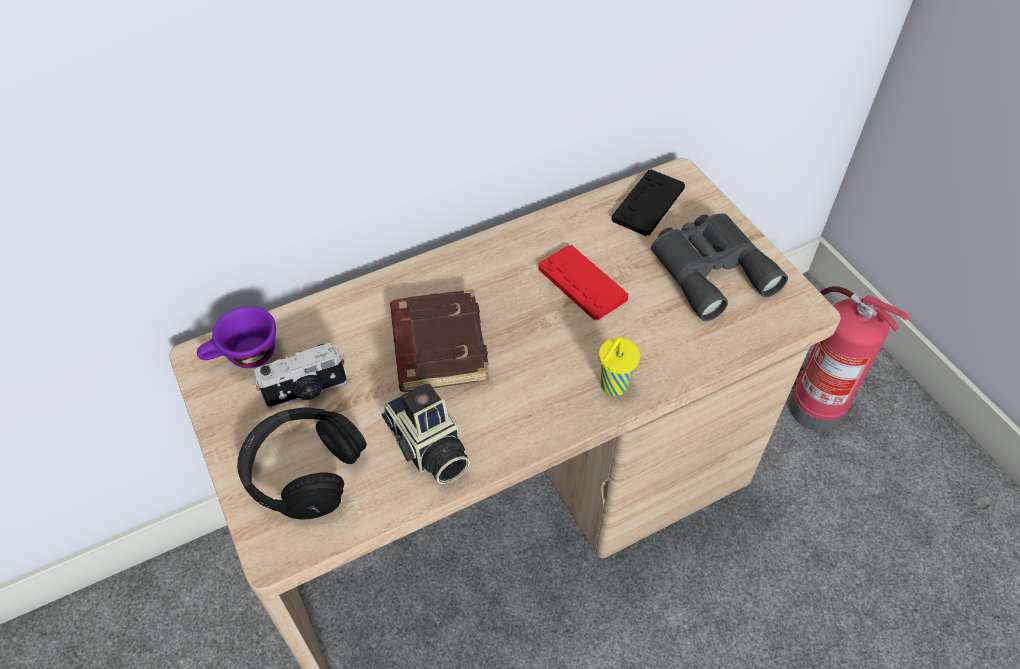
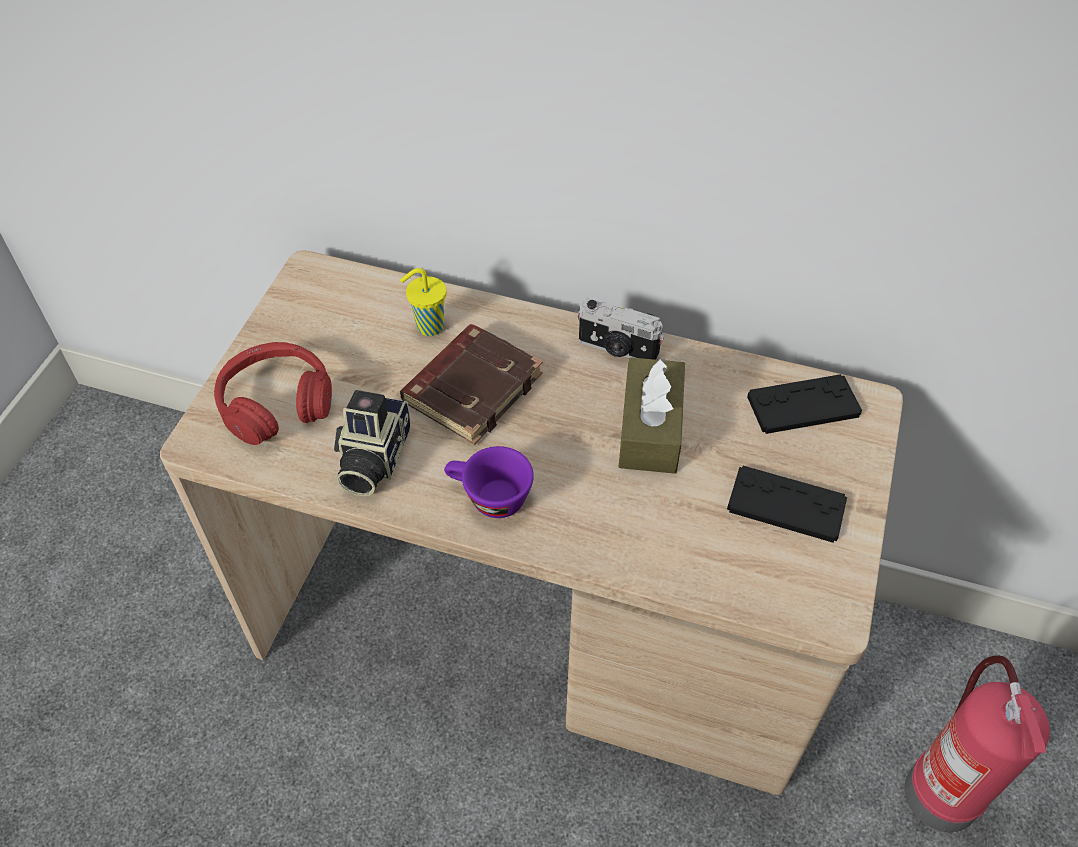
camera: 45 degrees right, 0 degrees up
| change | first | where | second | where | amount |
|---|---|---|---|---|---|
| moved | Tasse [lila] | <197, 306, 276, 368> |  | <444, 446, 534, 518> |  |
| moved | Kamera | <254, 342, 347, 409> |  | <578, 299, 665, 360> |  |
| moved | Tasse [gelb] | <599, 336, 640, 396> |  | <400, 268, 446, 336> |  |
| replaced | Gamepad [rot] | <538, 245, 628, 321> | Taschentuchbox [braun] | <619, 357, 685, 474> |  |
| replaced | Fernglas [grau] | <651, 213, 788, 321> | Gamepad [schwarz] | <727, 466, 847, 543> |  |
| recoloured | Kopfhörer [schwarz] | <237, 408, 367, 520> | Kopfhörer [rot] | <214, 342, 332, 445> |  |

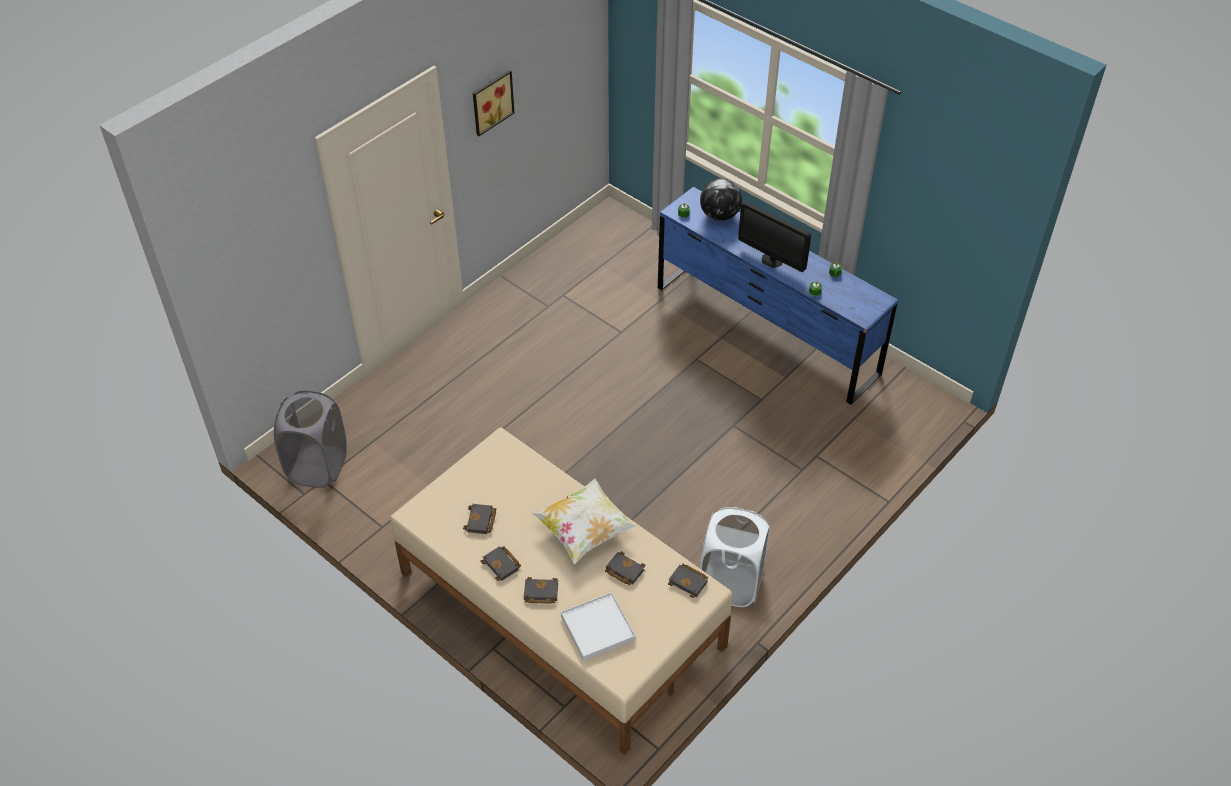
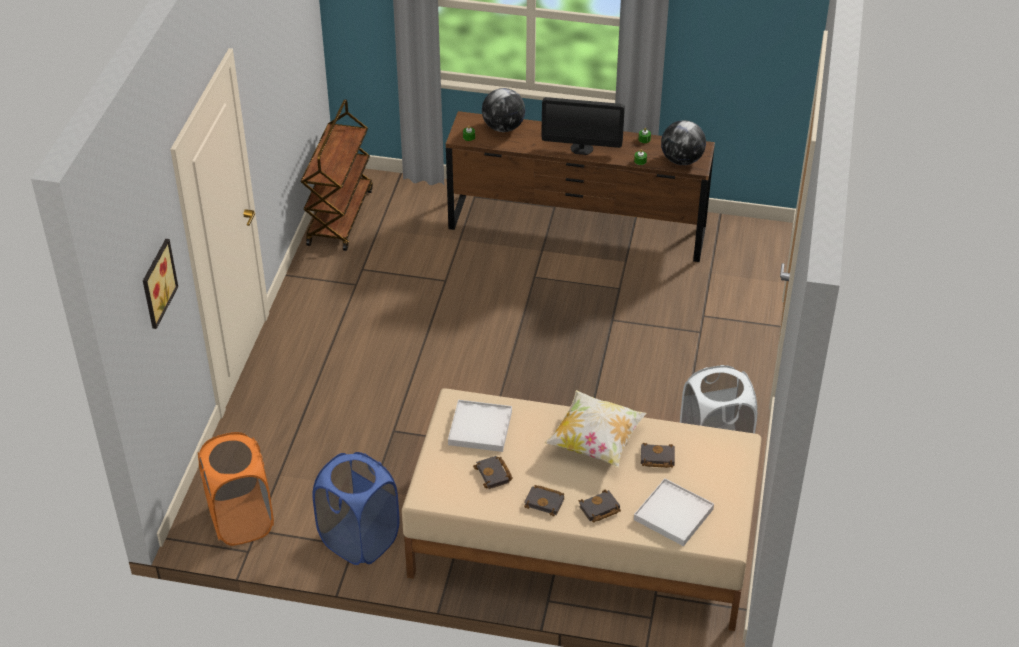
camera: 30 degrees left, 5 degrees down
| change | first | where | second | where | amount |
|---|---|---|---|---|---|
| removed | Buch [schwarz] | <668, 564, 708, 598> |  |  |  |
| added |  |  | Rollwagen [braun] | <301, 99, 373, 251> |  |
| added |  |  | Wäschekorb [blau] | <312, 452, 400, 565> |  |
| added |  |  | Tablett [weiß] | <448, 400, 512, 452> |  |
| added |  |  | Globus | <661, 120, 706, 165> |  |
| moved | Bild | <473, 70, 514, 136> |  | <143, 239, 178, 329> |  |
| recoloured | Wäschekorb [grau] | <274, 391, 347, 488> | Wäschekorb [orange] | <198, 432, 274, 546> |  |
| recoloured | Kommode [blau] | <658, 187, 898, 405> | Kommode [braun] | <446, 111, 715, 262> |  |

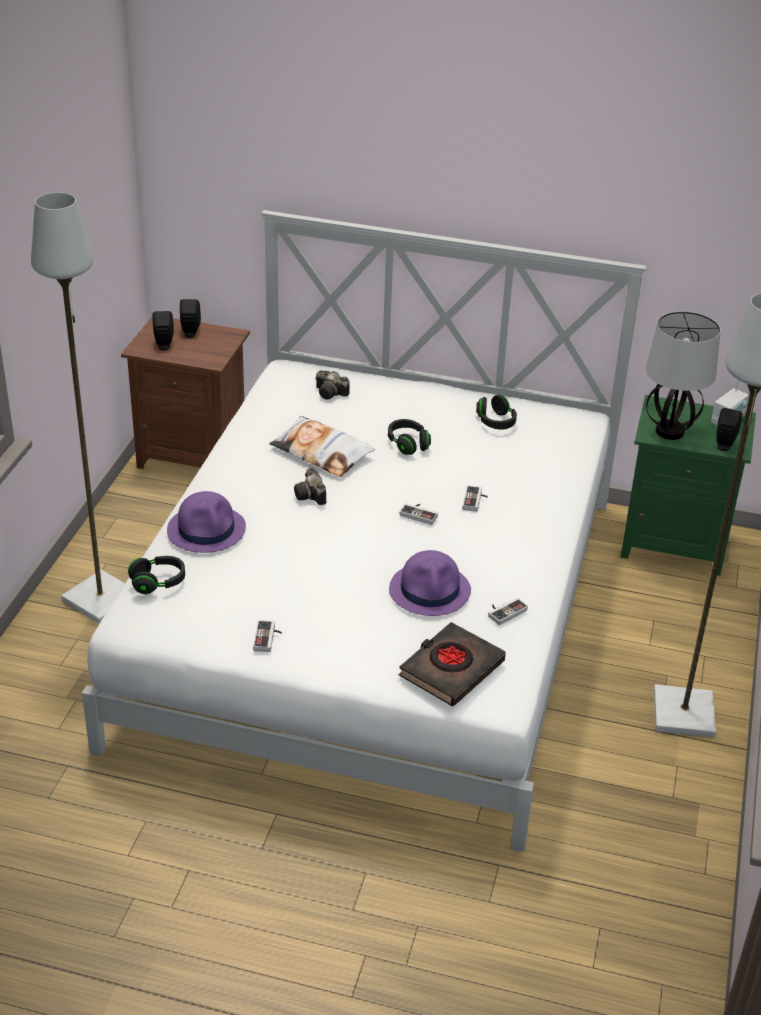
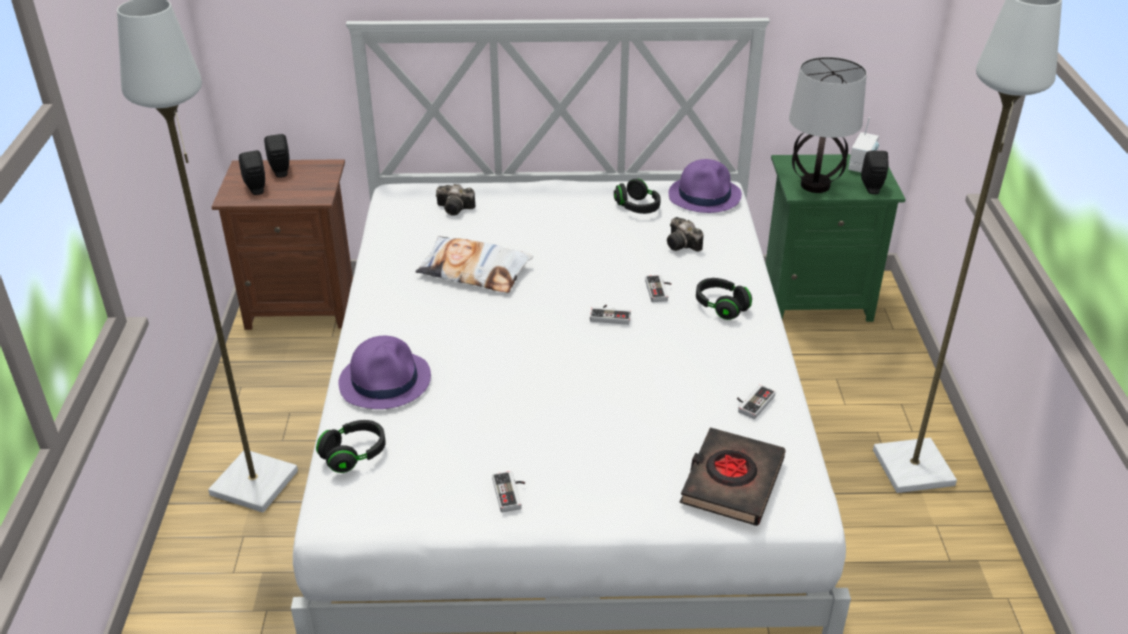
camera: 15 degrees left, 0 degrees up
| change | first | where | second | where | amount |
|---|---|---|---|---|---|
| moved | Kamera | <294, 468, 326, 505> |  | <667, 217, 703, 252> |  |
| moved | Kopfhörer [schwarz] | <388, 419, 431, 455> |  | <696, 278, 752, 320> |  |
| moved | Hut [lila] | <389, 550, 471, 616> |  | <669, 159, 742, 213> |  |

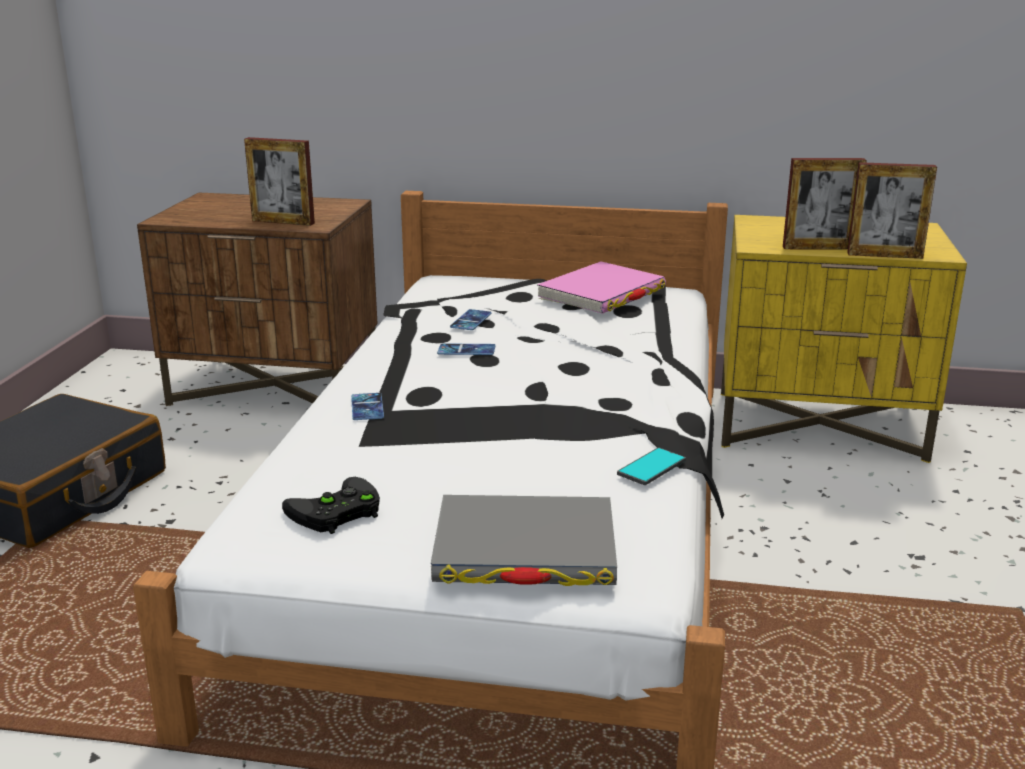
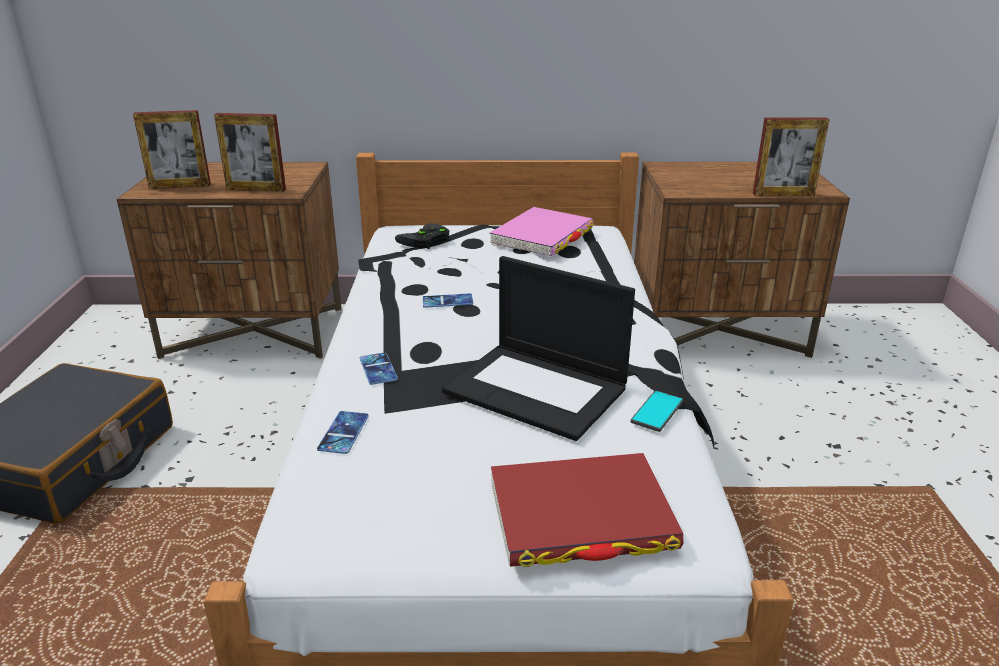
camera: 10 degrees left, 5 degrees up
| change | first | where | second | where | amount |
|---|---|---|---|---|---|
| added |  |  | Laptop | <442, 256, 635, 441> |  |
| moved | Gamepad [schwarz] | <282, 477, 380, 534> |  | <395, 223, 449, 249> |  |
| moved | Handy | <450, 309, 492, 330> |  | <317, 411, 369, 454> |  |
| moved | Bilderrahmen | <783, 158, 867, 250> |  | <133, 110, 211, 189> |  |
| recoloured | Buch [grau] | <431, 495, 617, 586> | Buch [rot] | <491, 453, 684, 567> |  |
| recoloured | Nachttisch [gelb] | <721, 215, 967, 463> | Nachttisch [braun] | <634, 162, 850, 358> |  |

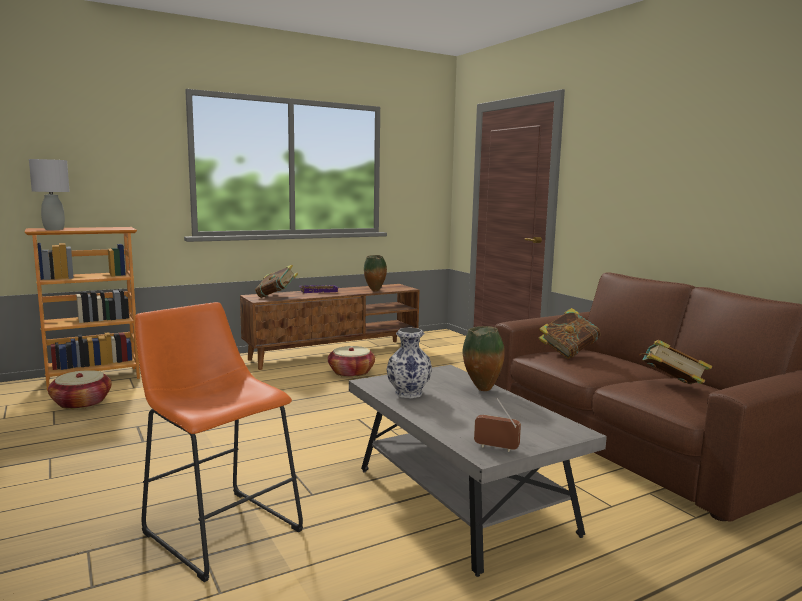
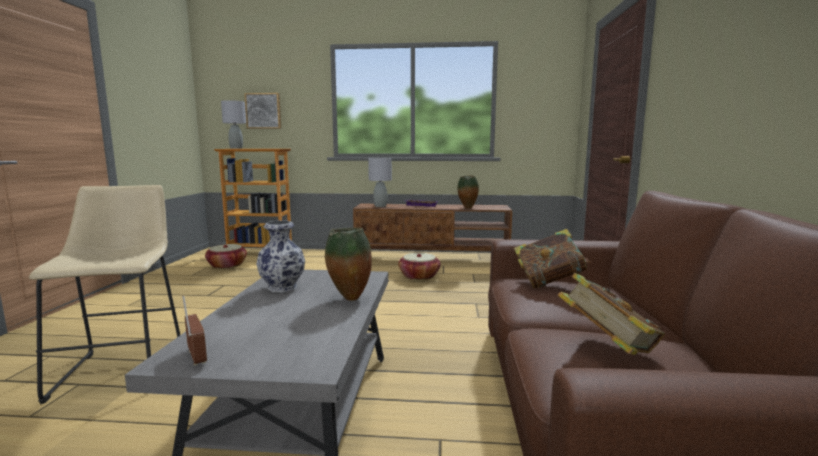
camera: 35 degrees right, 0 degrees up
| change | first | where | second | where | amount |
|---|---|---|---|---|---|
| added |  |  | Bild | <244, 93, 281, 129> |  |
| replaced | Buch | <255, 265, 298, 298> | Tischlampe [grau] | <368, 158, 392, 207> |  |
| recoloured | Hocker [orange] | <135, 302, 303, 582> | Hocker [beige] | <29, 185, 180, 404> |  |

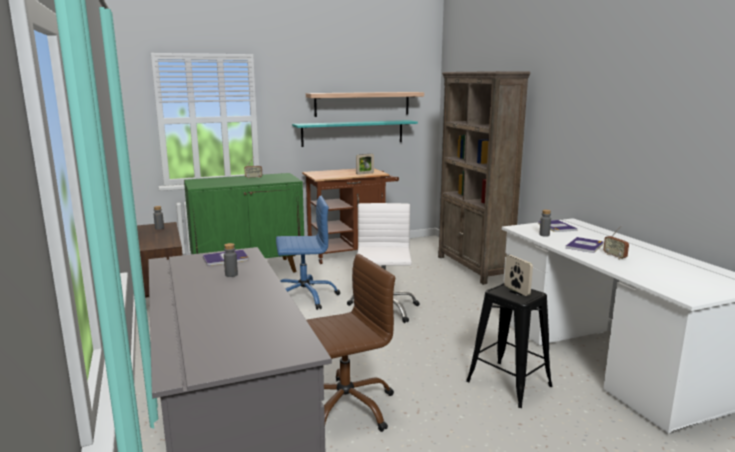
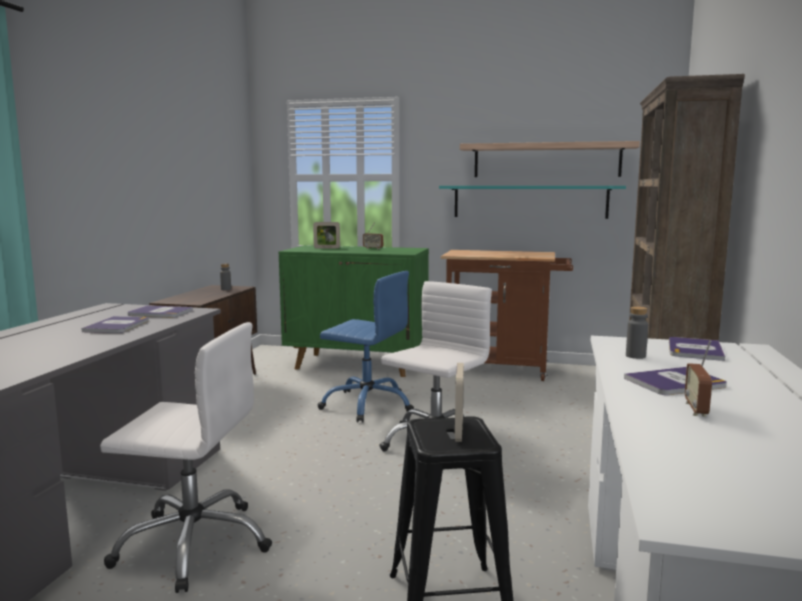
camera: 35 degrees right, 5 degrees down
| change | first | where | second | where | amount |
|---|---|---|---|---|---|
| moved | Bilderrahmen | <356, 154, 374, 175> |  | <313, 222, 340, 249> |  |
| replaced | Flasche [grau] | <224, 243, 238, 277> | Buch | <81, 316, 149, 333> |  |
| recoloured | Bürostuhl [braun] | <306, 254, 395, 432> | Bürostuhl [weiß] | <100, 322, 272, 593> |  |

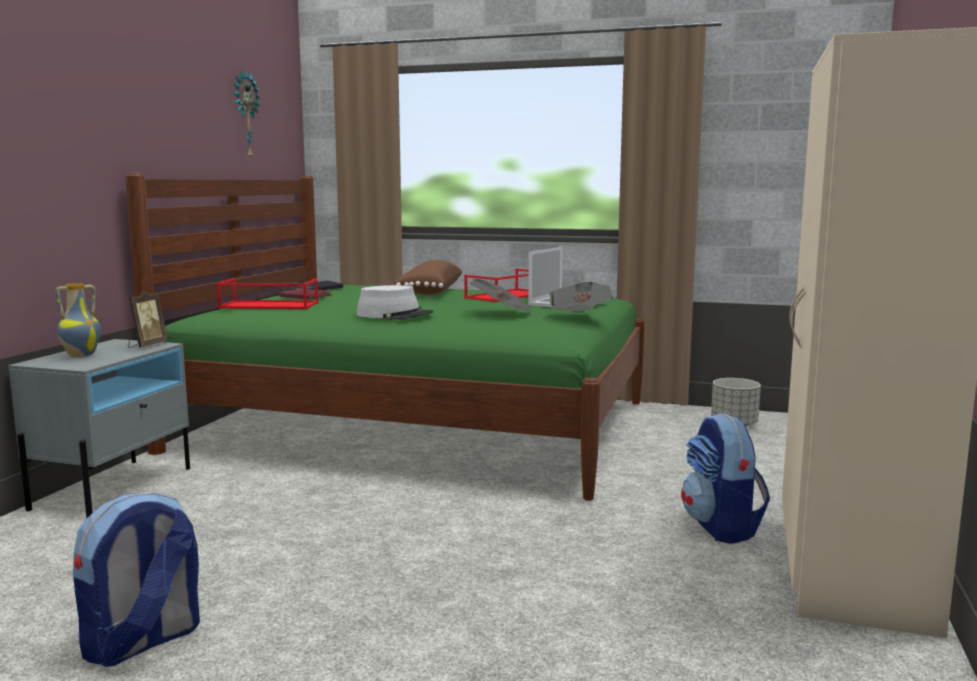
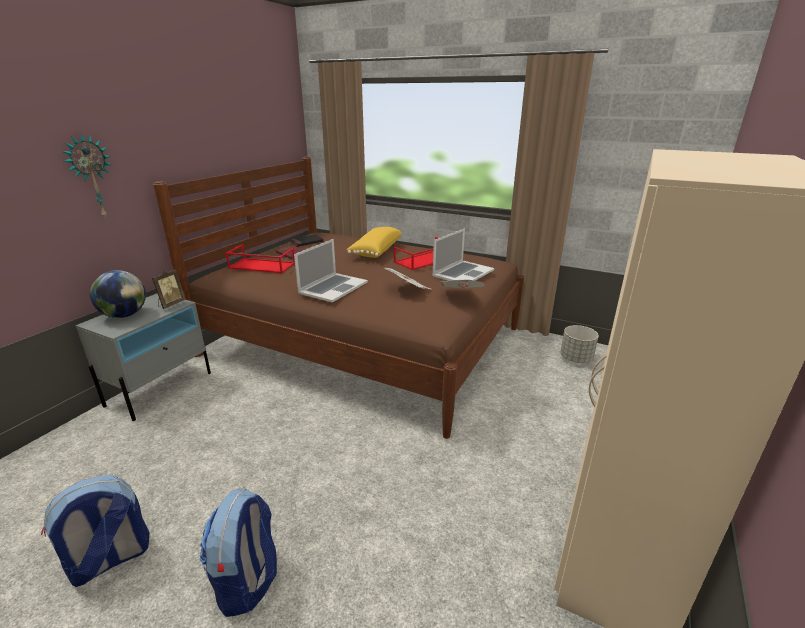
camera: 10 degrees right, 15 degrees up
| change | first | where | second | where | amount |
|---|---|---|---|---|---|
| moved | Wanduhr | <233, 71, 260, 159> |  | <62, 134, 111, 219> |  |
| moved | Rucksack | <681, 413, 770, 544> |  | <200, 488, 277, 617> |  |
| replaced | Vase | <55, 283, 101, 357> | Globus | <90, 270, 146, 318> |  |
| replaced | Hut [grau] | <357, 285, 434, 320> | Laptop | <294, 239, 368, 303> |  |
| recoloured | Bett [grün] | <125, 172, 644, 501> | Bett [braun] | <153, 156, 524, 439> |  |
| recoloured | Kissen [braun] | <394, 260, 462, 295> | Kissen [gelb] | <347, 227, 402, 258> |  |

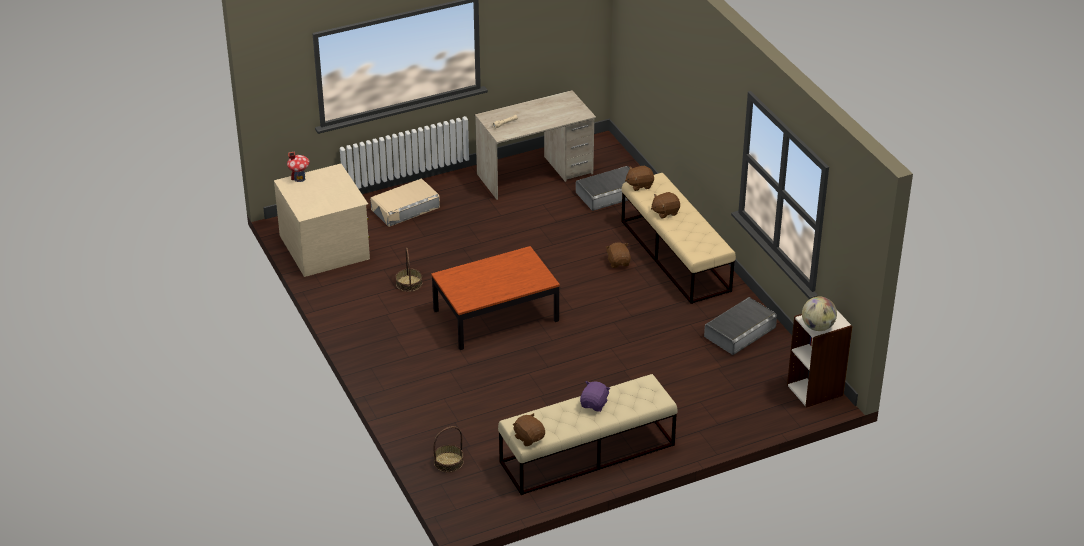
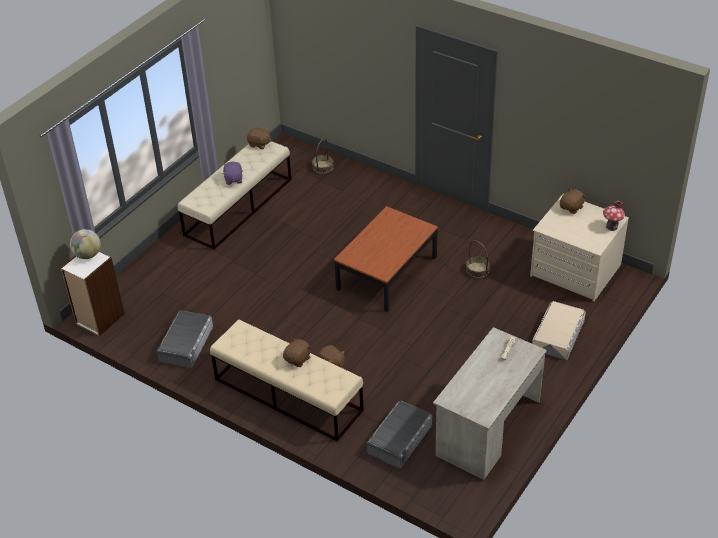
camera: 150 degrees right, 5 degrees up
| change | first | where | second | where | amount |
|---|---|---|---|---|---|
| moved | Plüschtier [braun] | <625, 166, 654, 191> |  | <560, 188, 586, 214> |  |

